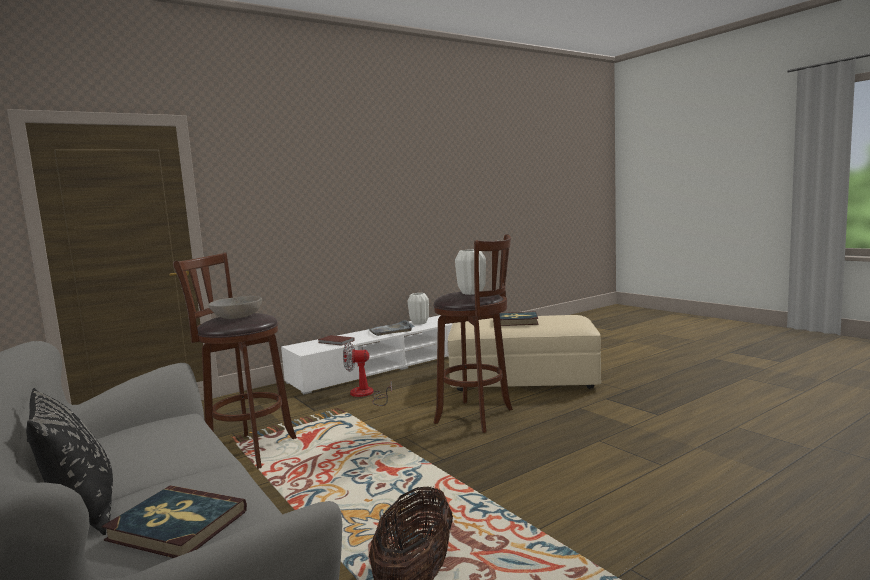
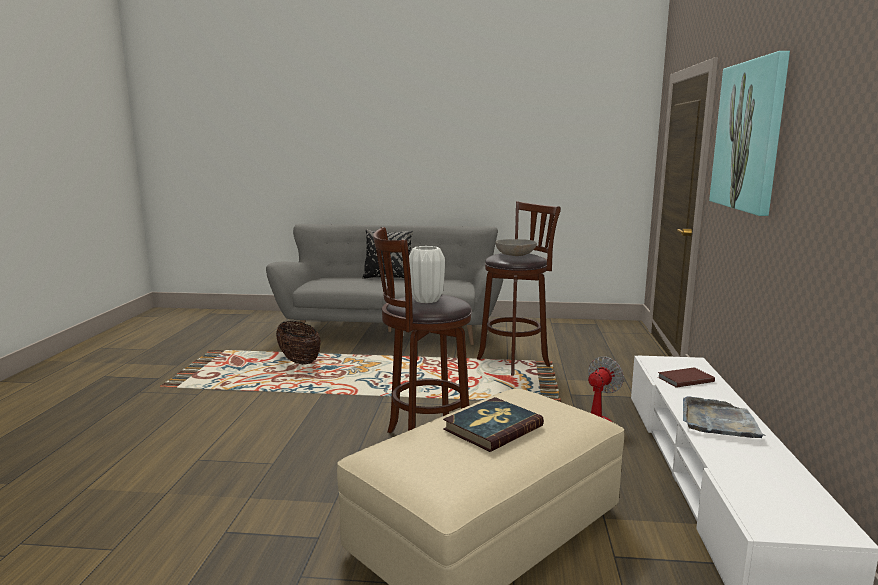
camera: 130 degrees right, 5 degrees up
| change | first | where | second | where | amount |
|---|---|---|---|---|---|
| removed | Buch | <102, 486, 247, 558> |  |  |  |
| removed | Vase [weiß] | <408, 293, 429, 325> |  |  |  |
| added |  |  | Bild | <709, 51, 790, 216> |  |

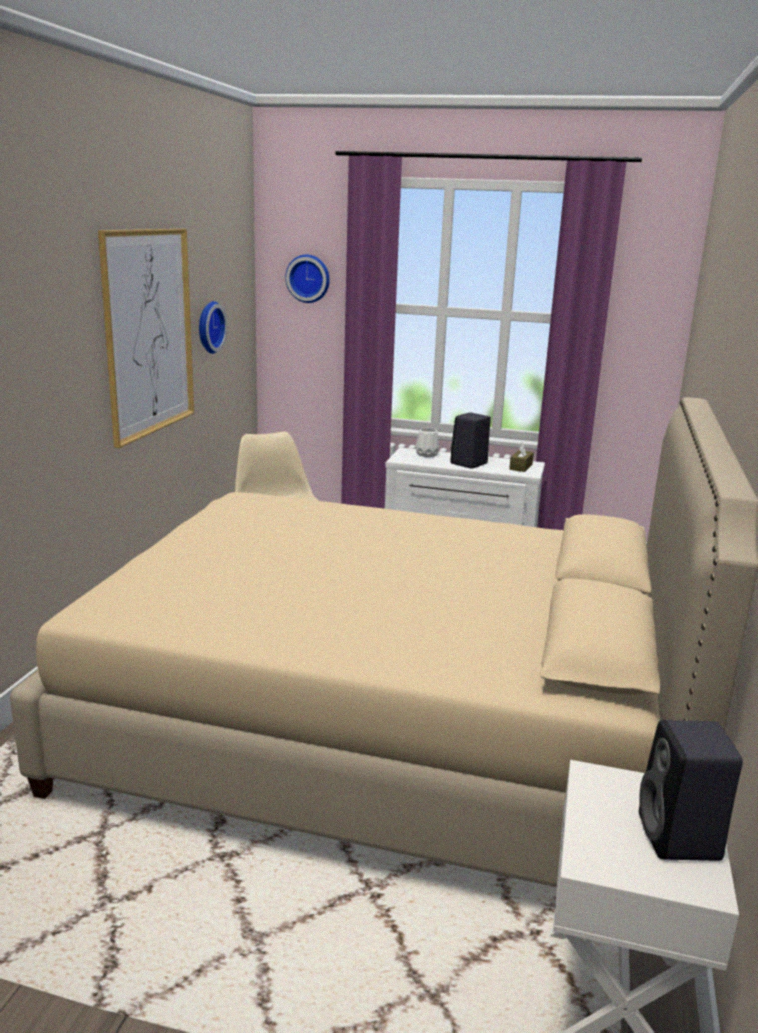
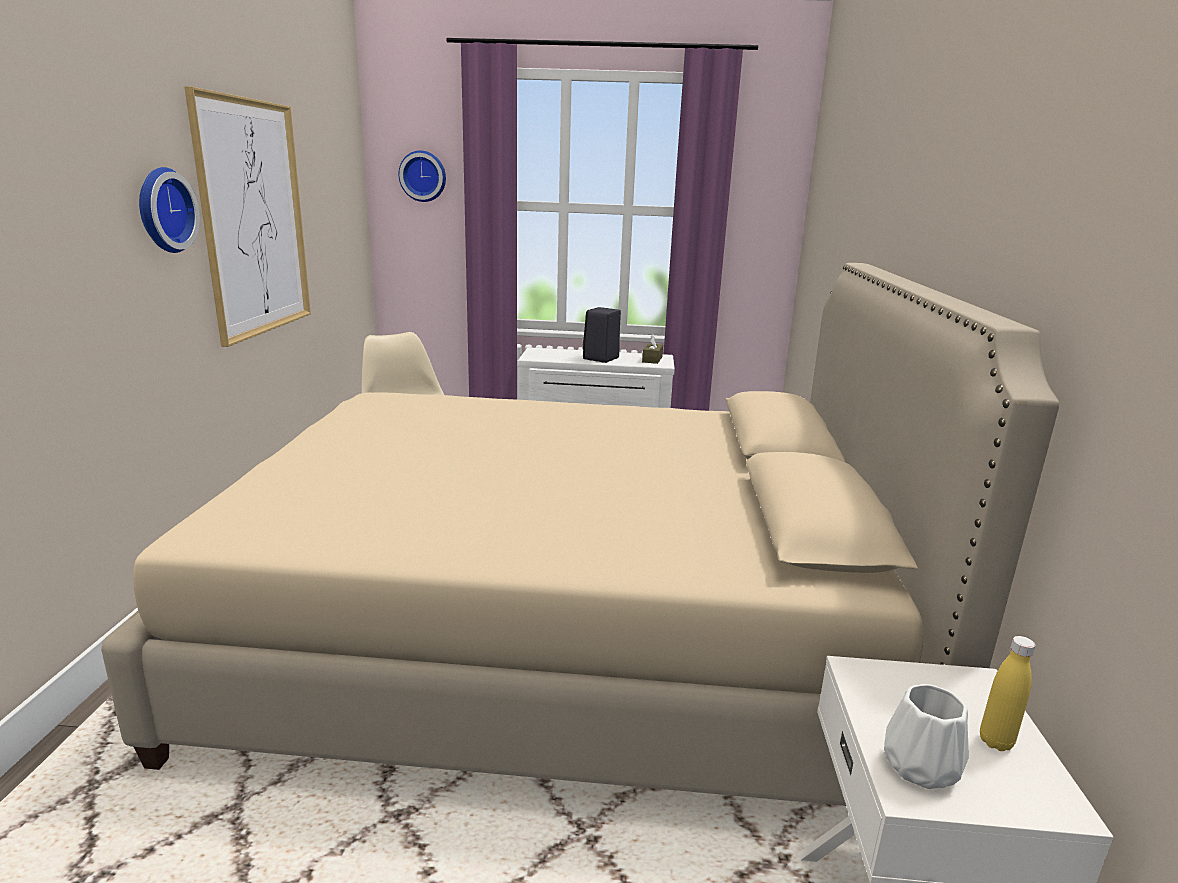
camera: 10 degrees left, 0 degrees up
| change | first | where | second | where | amount |
|---|---|---|---|---|---|
| moved | Wanduhr | <199, 301, 227, 354> |  | <139, 167, 200, 253> |  |
| moved | Vase [weiß] | <416, 428, 439, 457> |  | <884, 684, 969, 789> |  |
| replaced | Lautsprecher [schwarz] | <639, 720, 743, 861> | Flasche [gelb] | <980, 636, 1035, 751> |  |

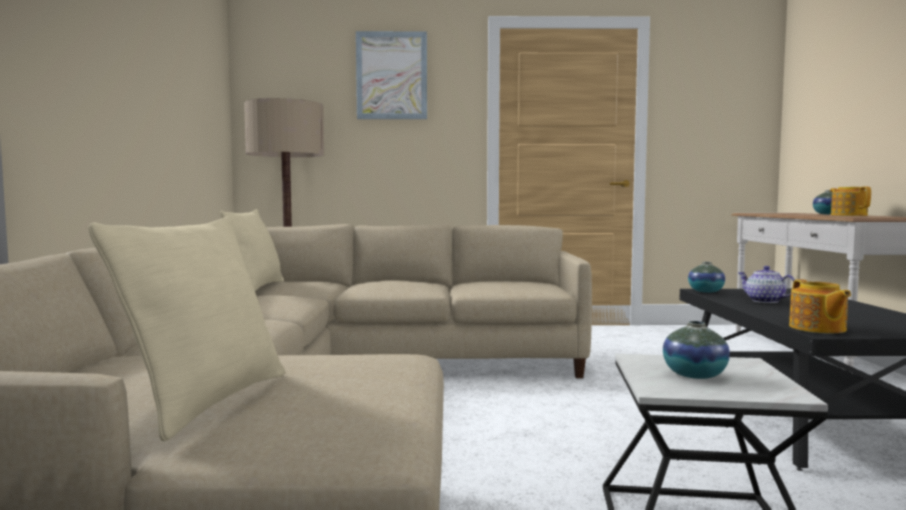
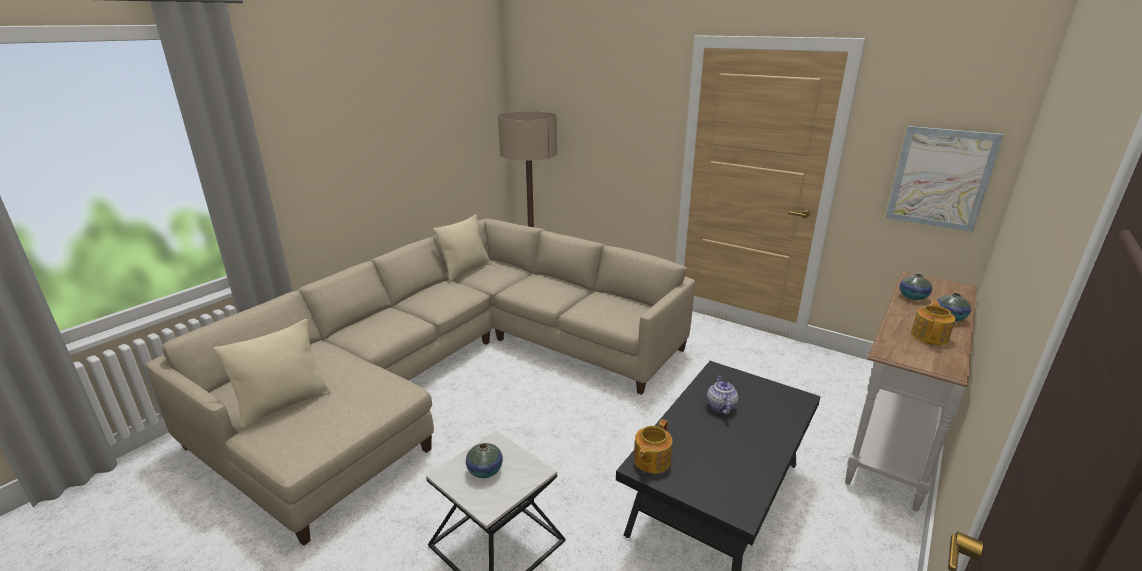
camera: 35 degrees right, 20 degrees up
| change | first | where | second | where | amount |
|---|---|---|---|---|---|
| moved | Bild | <356, 31, 427, 119> |  | <885, 126, 1004, 232> |  |
| moved | Vase | <688, 262, 725, 293> |  | <899, 274, 932, 300> |  |

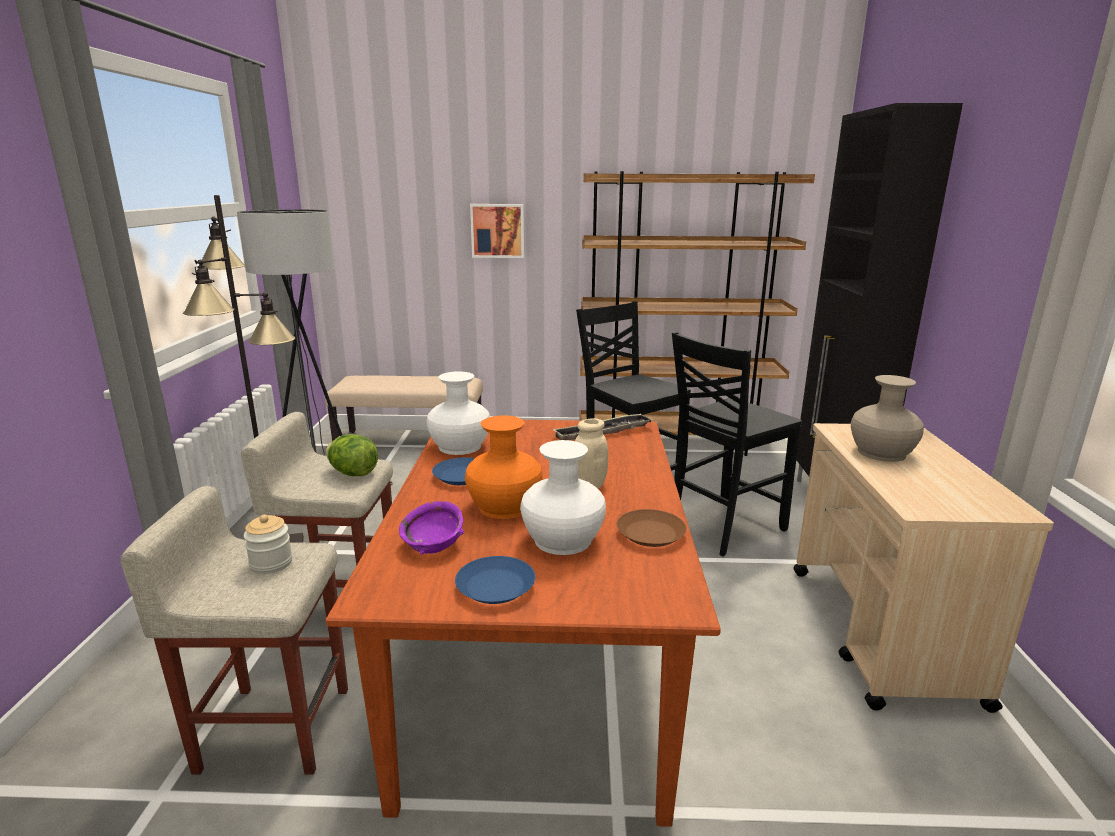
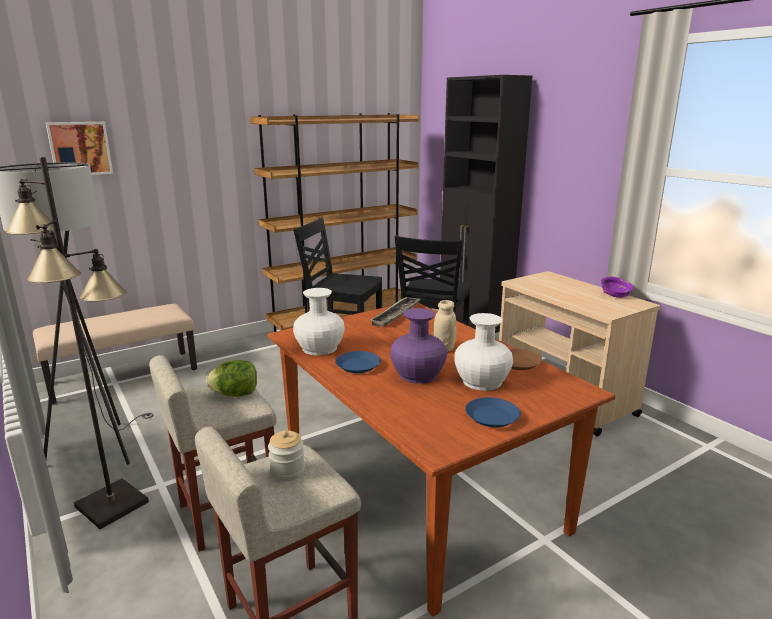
camera: 35 degrees left, 0 degrees up
| change | first | where | second | where | amount |
|---|---|---|---|---|---|
| removed | Vase [beige] | <851, 375, 924, 462> |  |  |  |
| moved | Schüssel [lila] | <399, 501, 464, 555> |  | <601, 277, 634, 298> |  |
| moved | Bild | <470, 204, 524, 258> |  | <46, 122, 113, 175> |  |
| recoloured | Vase [orange] | <465, 416, 543, 519> | Vase [lila] | <390, 308, 447, 384> |  |

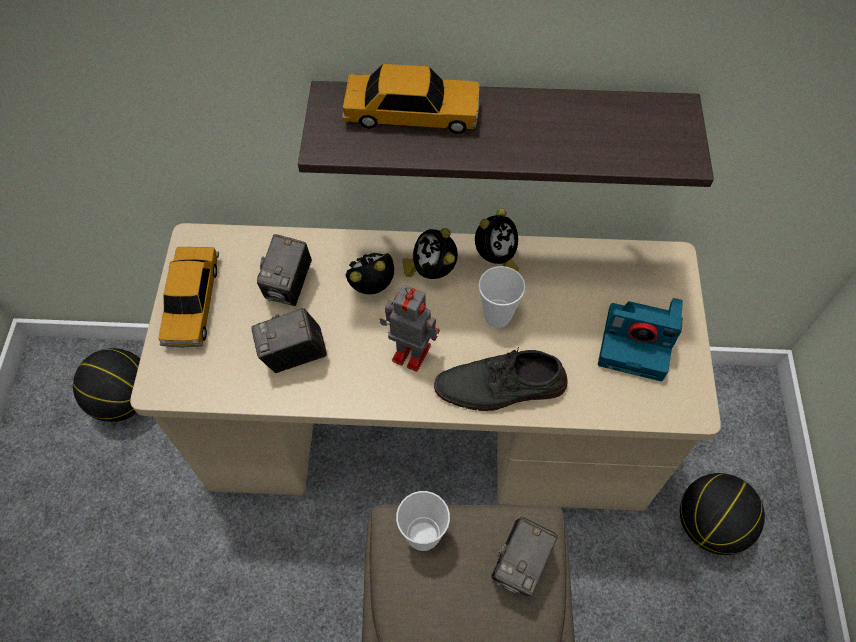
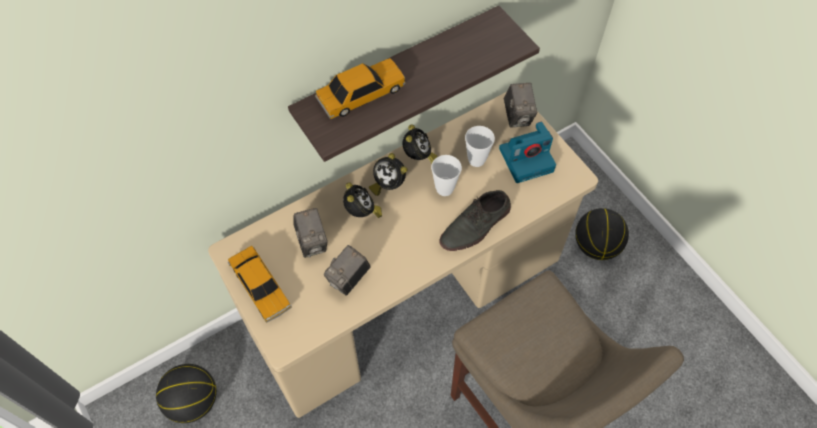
camera: 35 degrees left, 0 degrees up
| change | first | where | second | where | amount |
|---|---|---|---|---|---|
| removed | Spielzeugroboter | <380, 285, 440, 372> |  |  |  |
| moved | Tasse | <396, 491, 450, 551> |  | <465, 126, 495, 167> |  |
| moved | Kamera | <491, 517, 558, 596> |  | <504, 83, 538, 128> |  |
| turned | Wecker | <345, 252, 394, 294> |  | <343, 182, 382, 218> | 135 degrees clockwise |

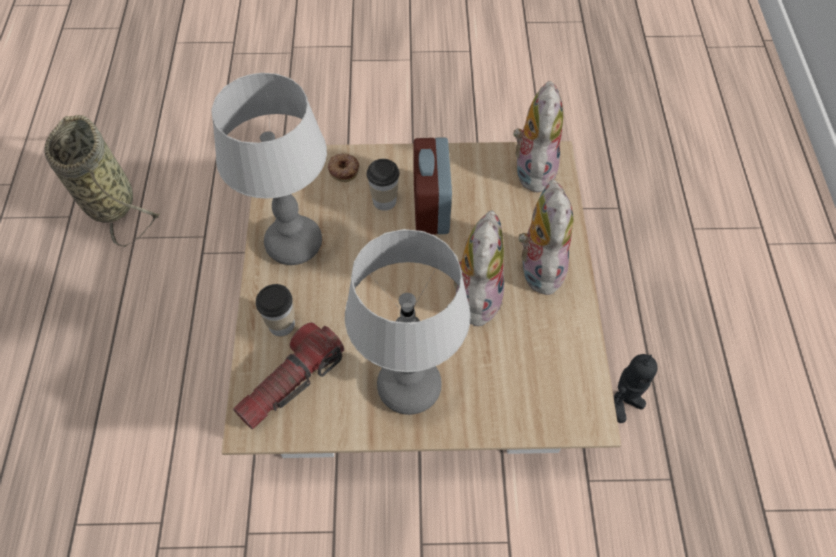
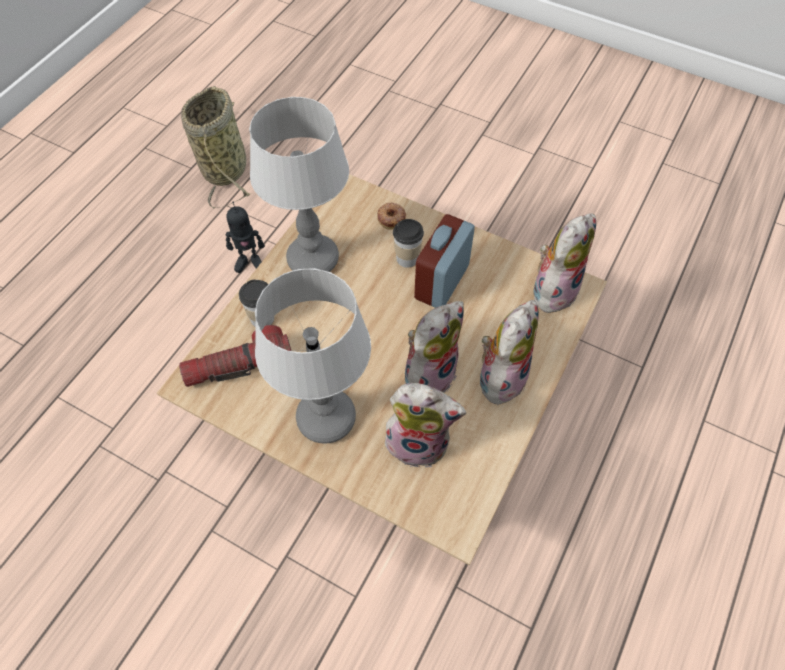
camera: 30 degrees right, 0 degrees up
| change | first | where | second | where | amount |
|---|---|---|---|---|---|
| added |  |  | Plüschtier | <385, 383, 466, 468> |  |
| moved | Spielzeugroboter | <613, 354, 658, 423> |  | <226, 202, 265, 273> |  |

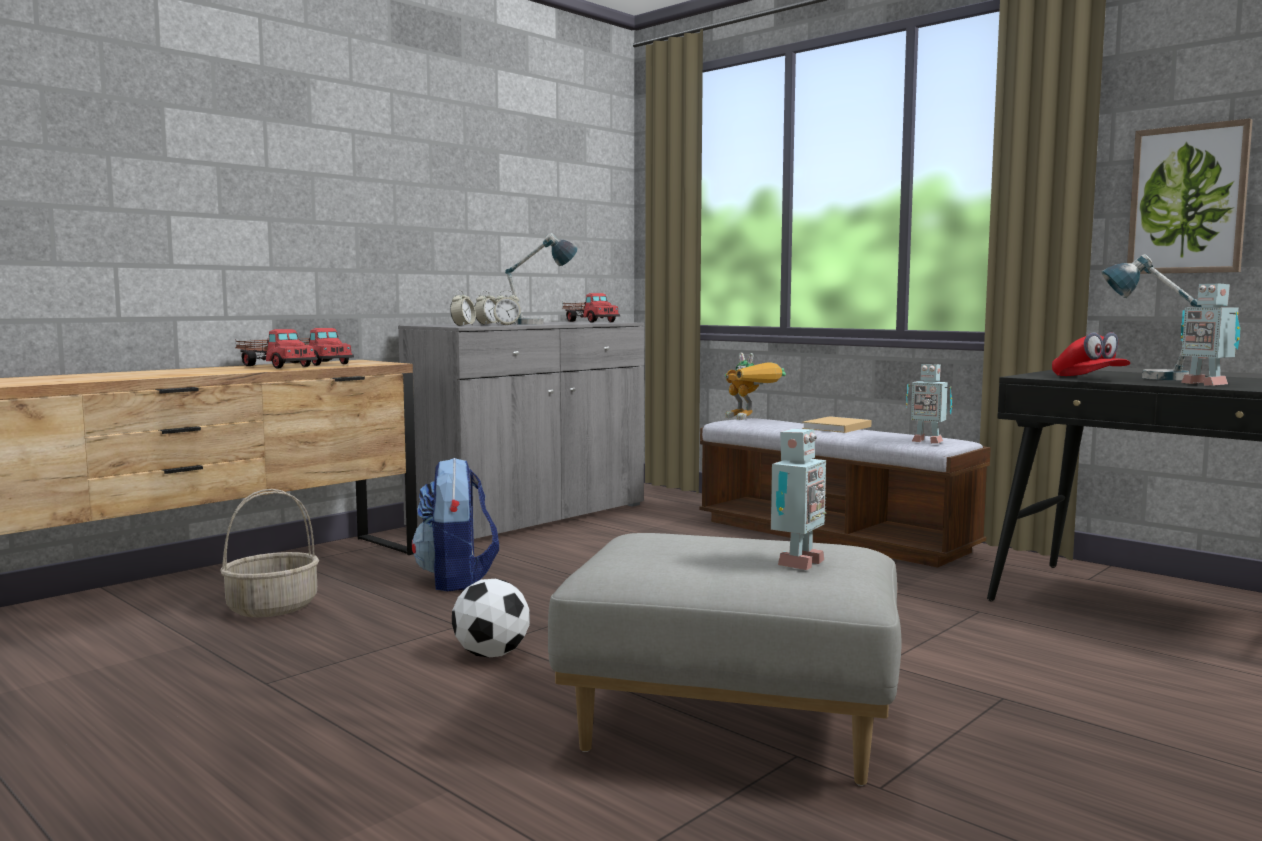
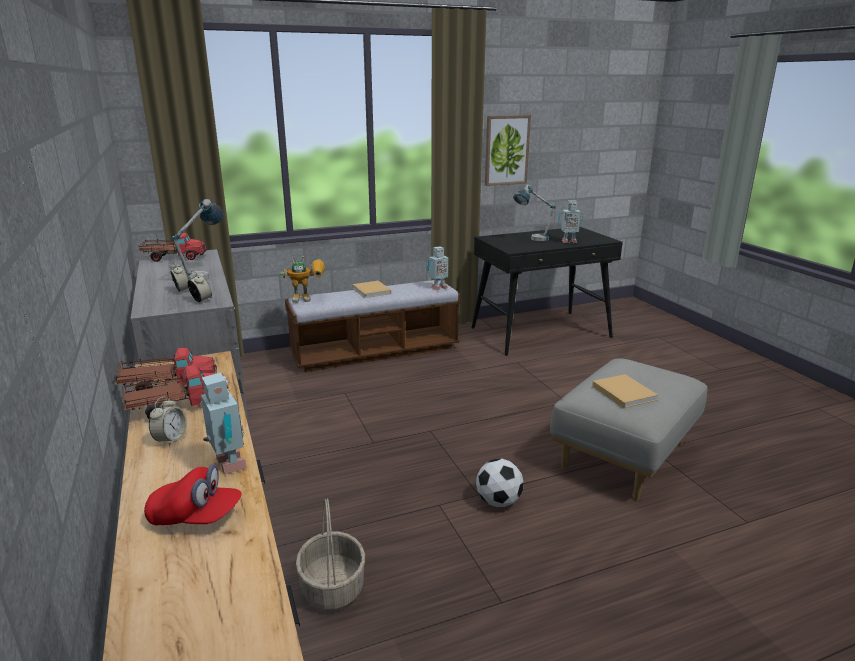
camera: 65 degrees left, 15 degrees up
| change | first | where | second | where | amount |
|---|---|---|---|---|---|
| removed | Rucksack | <412, 458, 499, 591> |  |  |  |
| added |  |  | Buch [beige] | <592, 374, 658, 408> |  |
| moved | Wecker | <493, 290, 521, 325> |  | <149, 396, 187, 447> |  |
| moved | Spielzeugroboter | <771, 429, 827, 570> |  | <201, 372, 247, 474> |  |
| moved | Kappe [rot] | <1052, 332, 1130, 376> |  | <144, 464, 242, 525> |  |

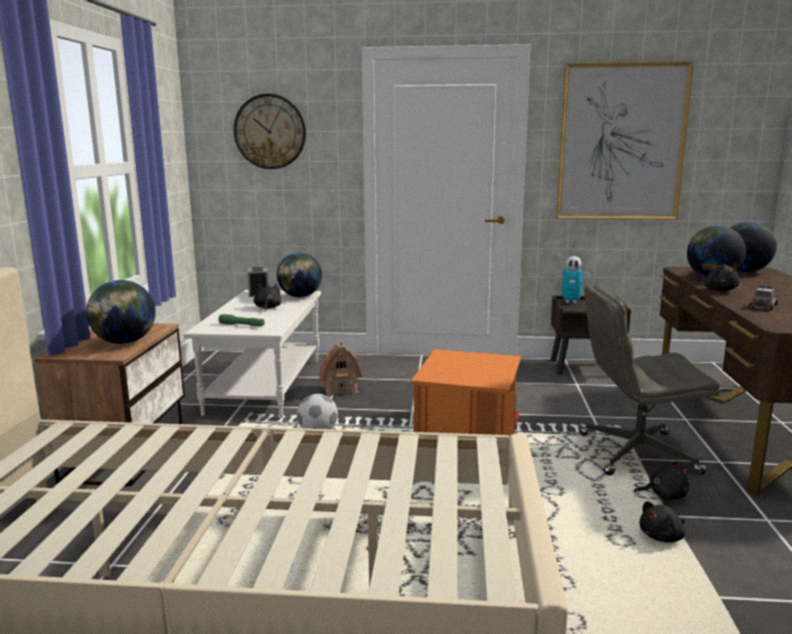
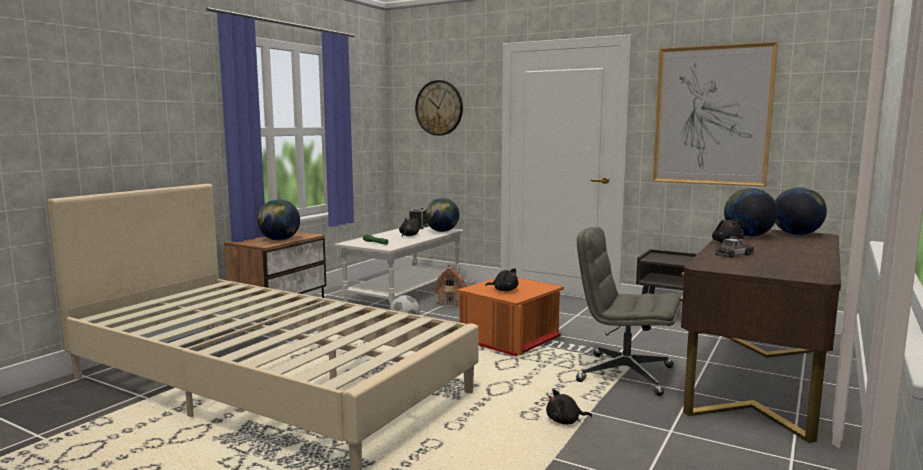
camera: 25 degrees right, 5 degrees down
| change | first | where | second | where | amount |
|---|---|---|---|---|---|
| removed | Spielzeugroboter | <552, 256, 594, 304> |  |  |  |
| moved | Plüschtier [schwarz] | <634, 461, 689, 501> |  | <485, 268, 519, 291> |  |

